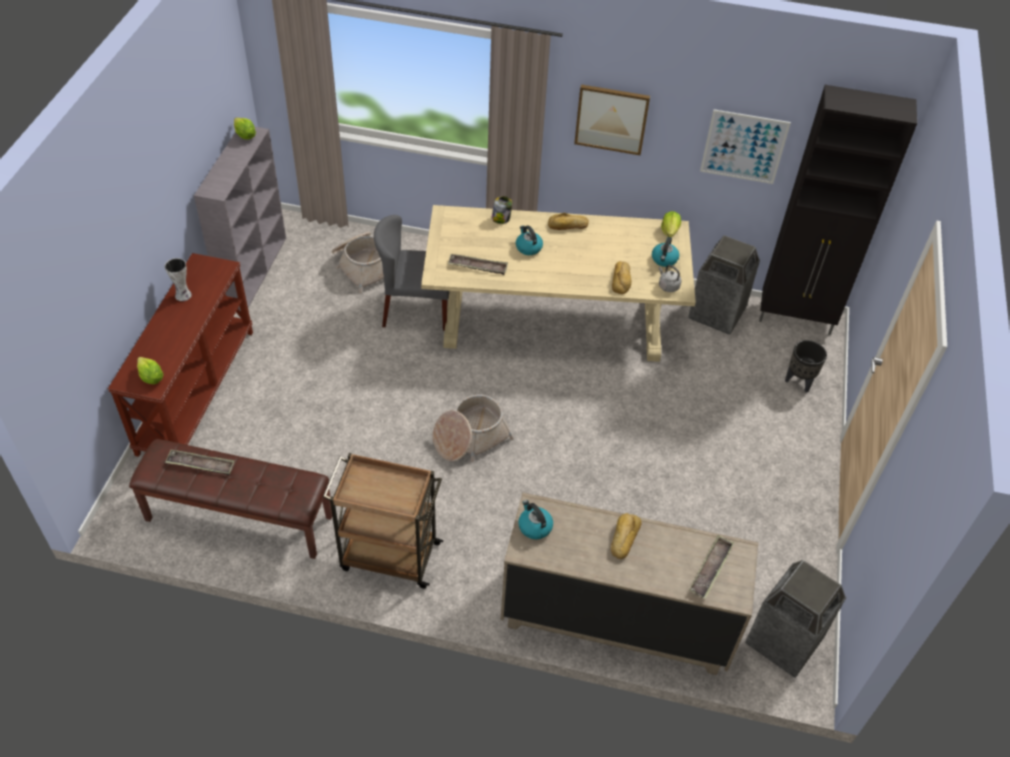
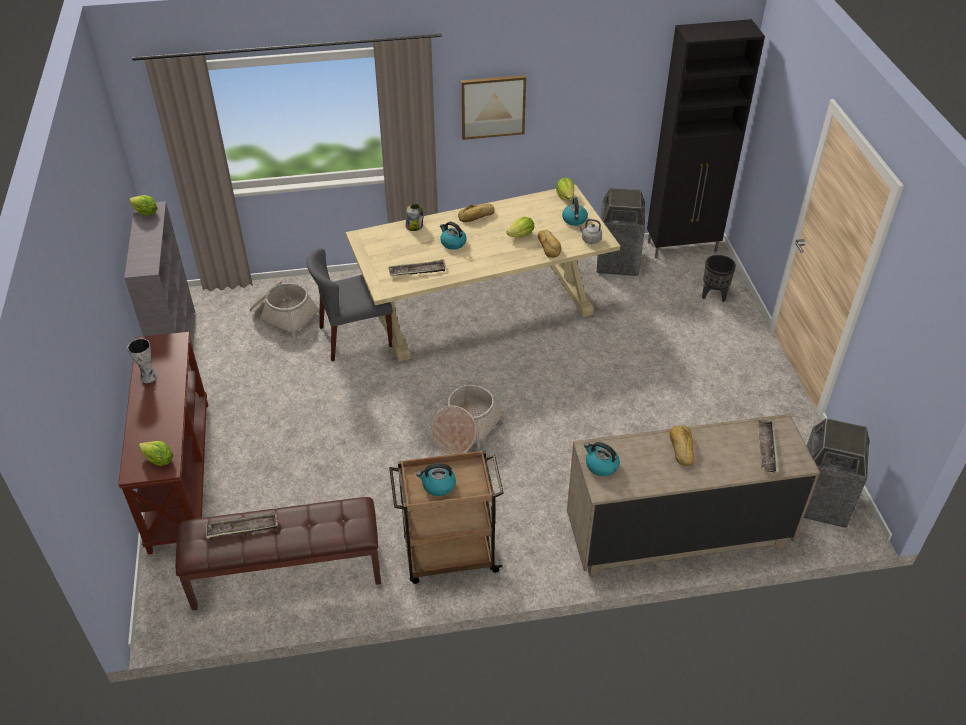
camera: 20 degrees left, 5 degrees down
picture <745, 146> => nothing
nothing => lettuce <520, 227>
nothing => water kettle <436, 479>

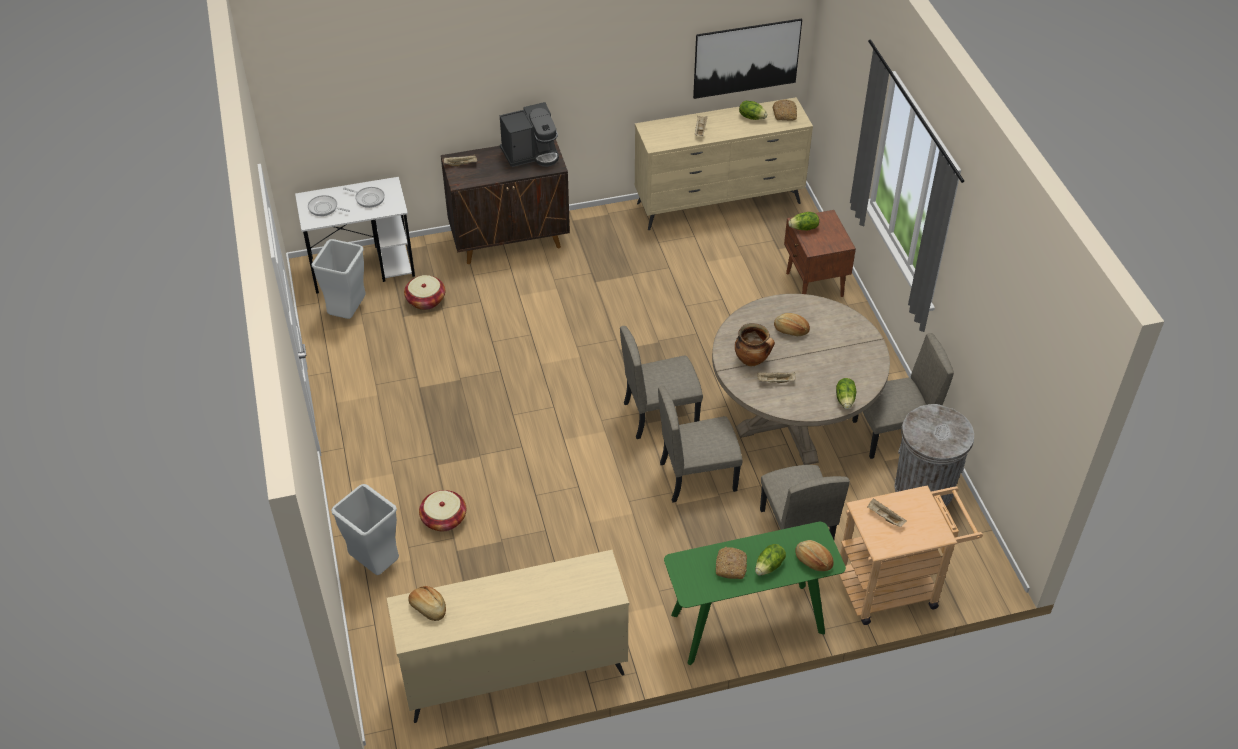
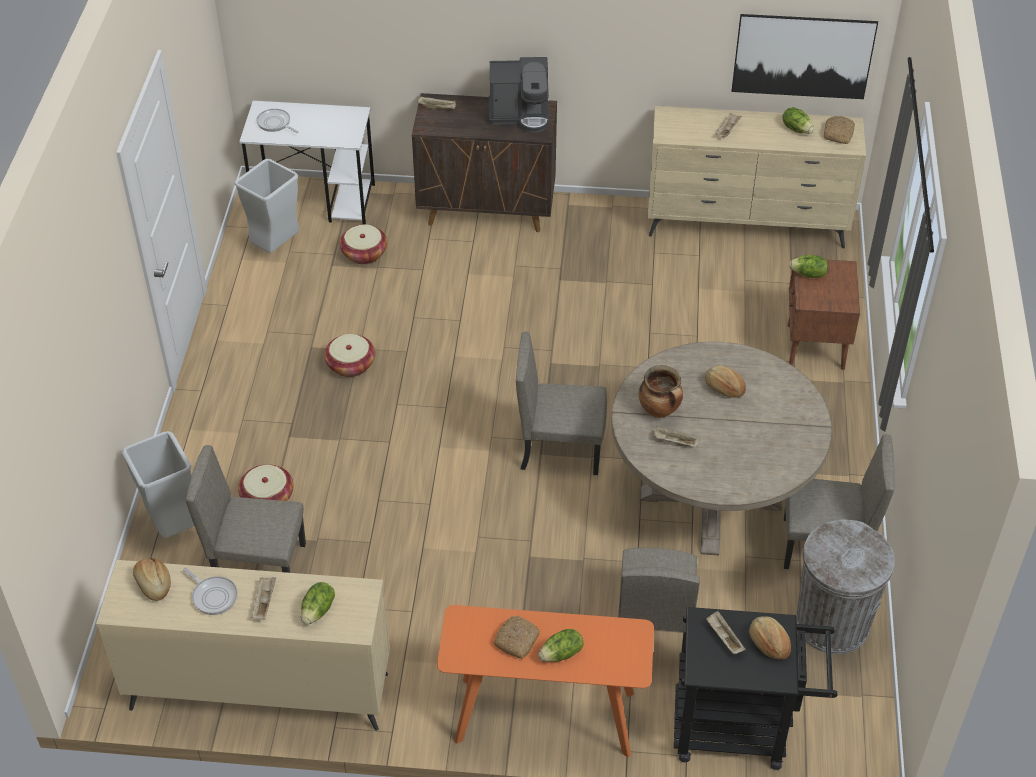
camera: 20 degrees right, 0 degrees up
frying pan <364, 197> => frying pan <210, 591>, moved
lettuce <846, 393> => lettuce <318, 603>, moved
beige chair <700, 444> => beige chair <246, 509>, moved
beige trolley <911, 555> => black trolley <755, 688>
greenish narrow table <755, 593> => orange-coloured narrow table <545, 681>
bread <814, 555> => bread <770, 638>, moved
nothing => household basket <349, 355>
nothing => beige carrying tray <263, 598>

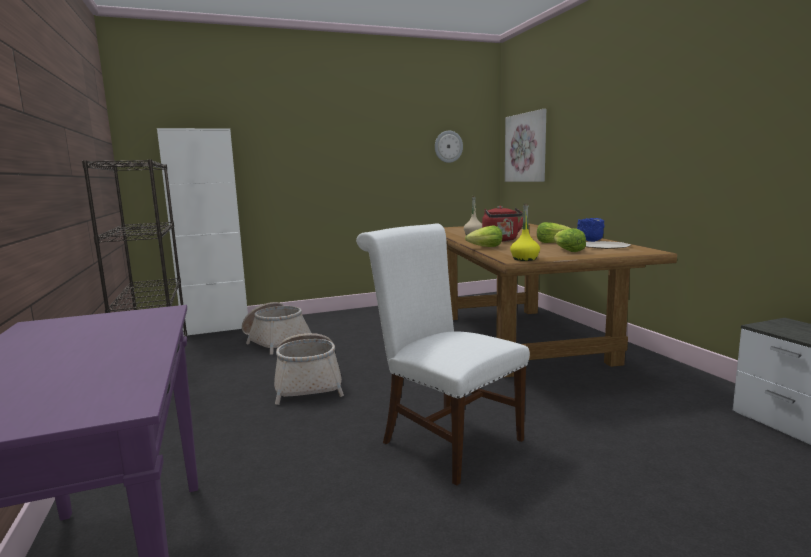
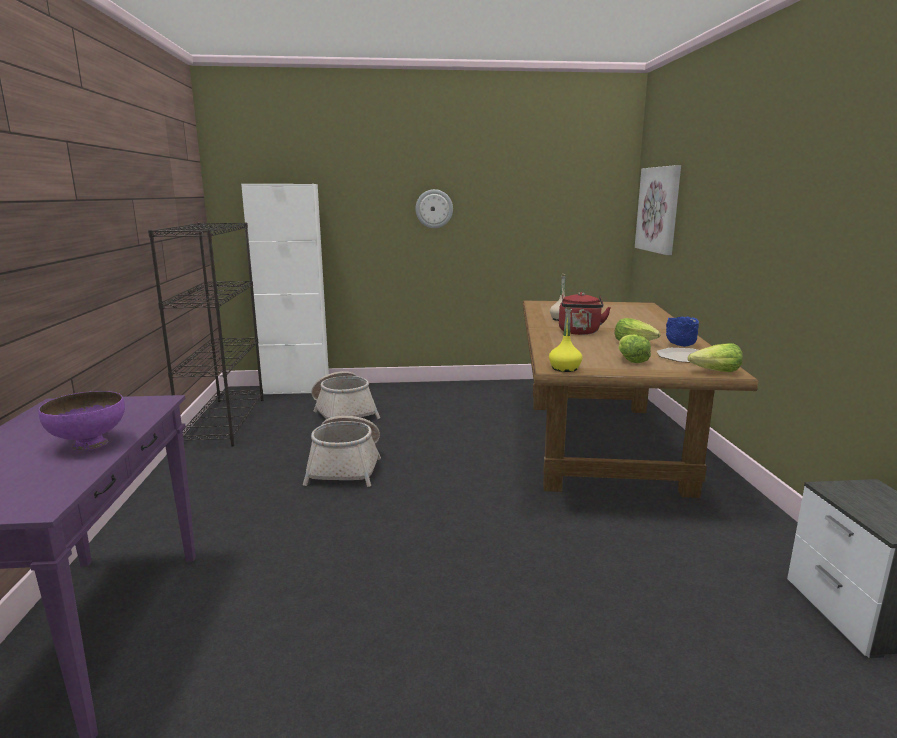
camera: 15 degrees right, 5 degrees up
wall clock <449, 147> => wall clock <434, 208>, moved
whitish chair <443, 354> => nothing
lettuce <483, 236> => lettuce <715, 357>, moved
nothing => purple deep dish <82, 421>

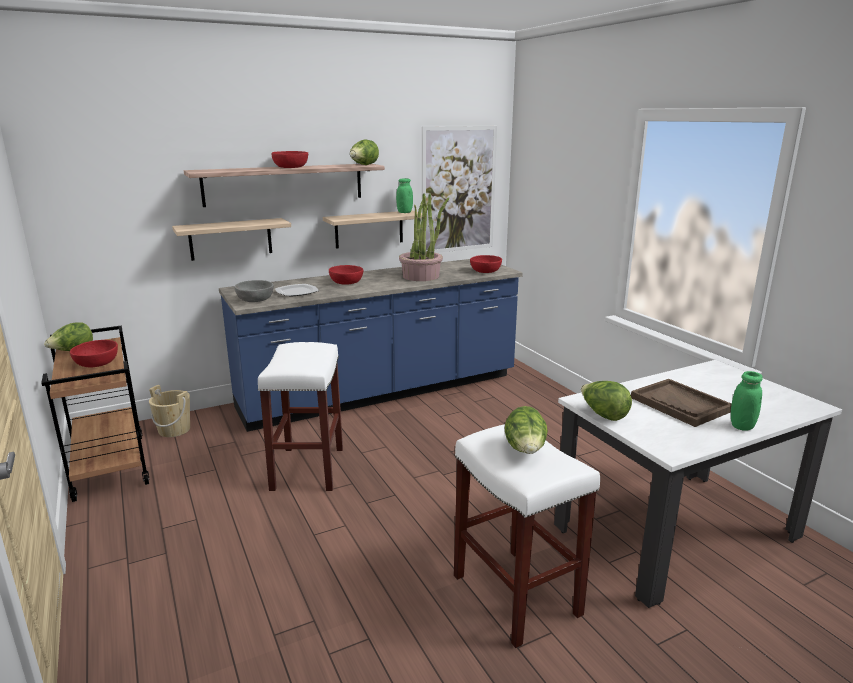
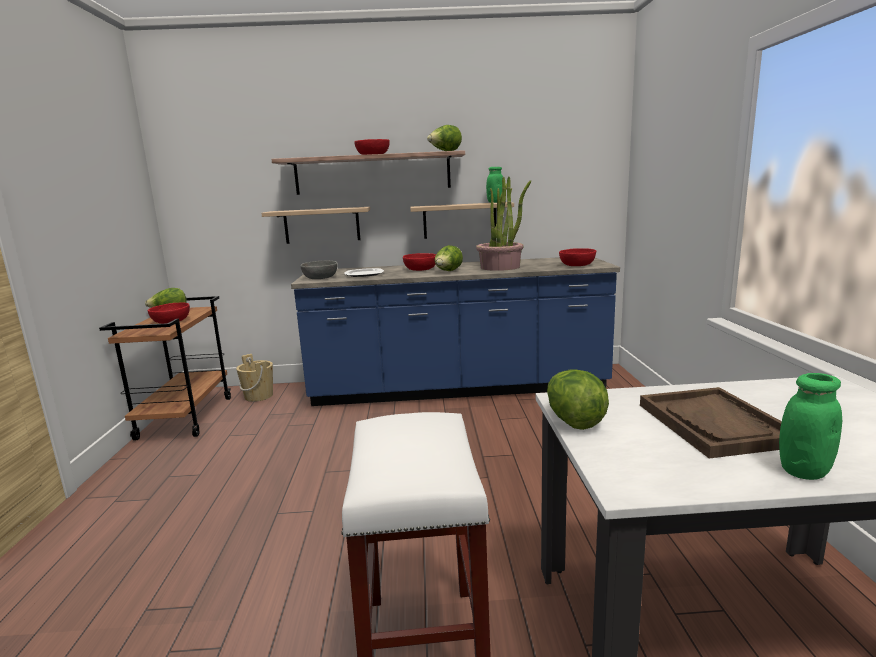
camera: 25 degrees right, 5 degrees down
picture <459, 189> => nothing
whitish stool <300, 416> => nothing
lettuce <526, 430> => lettuce <449, 258>, moved

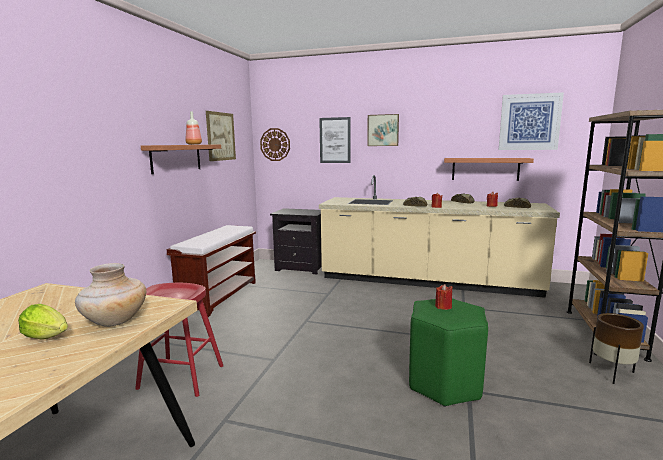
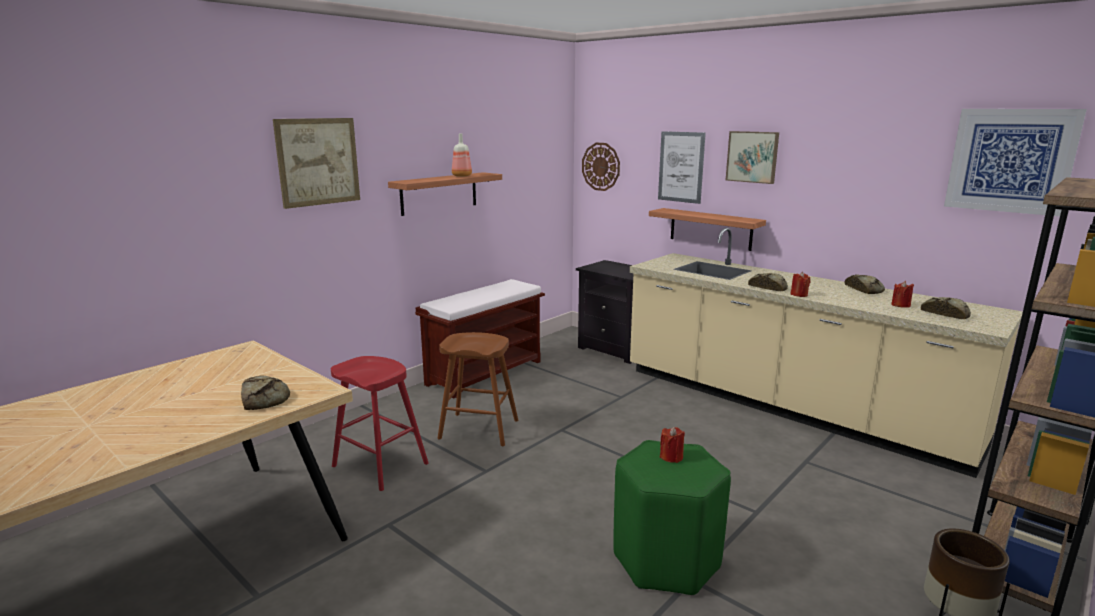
camera: 25 degrees right, 5 degrees up
picture <221, 136> => picture <316, 163>, moved
wall shelf <489, 169> => wall shelf <707, 229>, moved
beige decorative vase <110, 295> => bread <265, 393>
lettuce <43, 321> => nothing
nothing => brownish stool <477, 389>

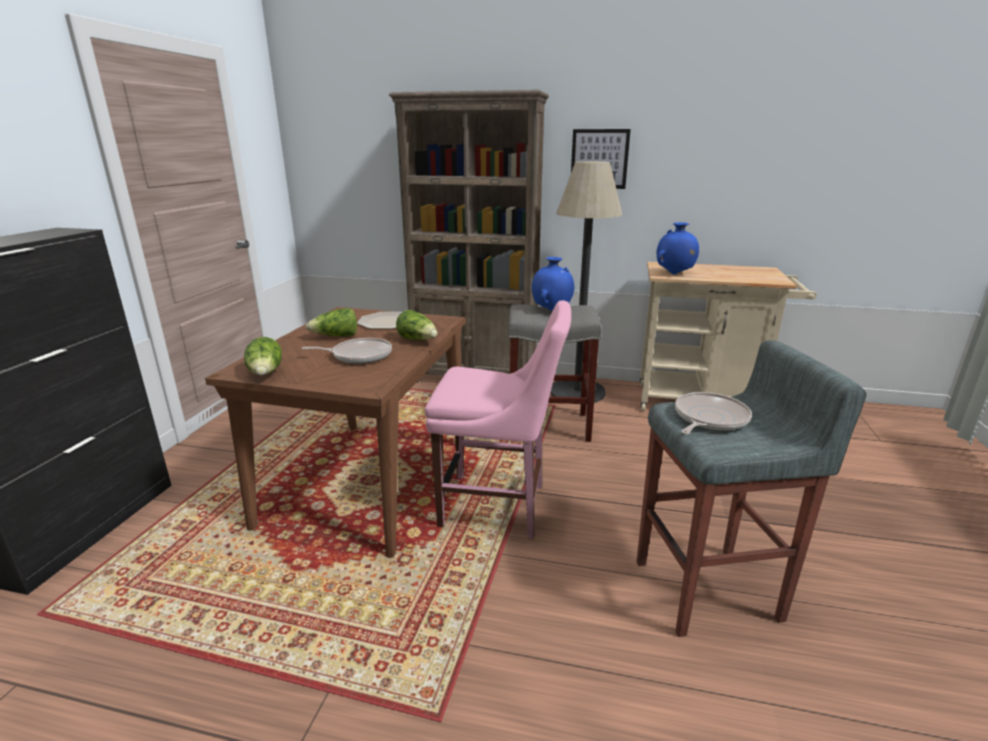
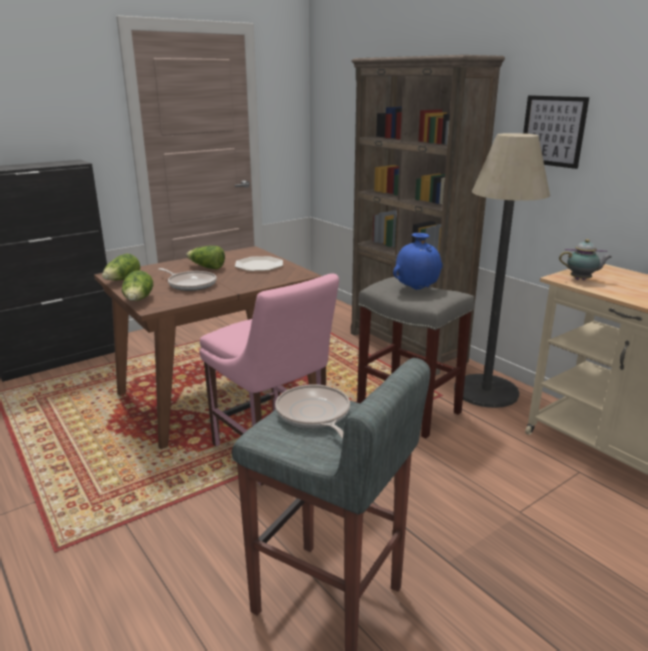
camera: 40 degrees right, 0 degrees up
blue-coloured decorative vase <677, 248> => tea pot <585, 259>
lettuce <416, 325> => lettuce <137, 285>, moved
frying pan <713, 413> => frying pan <312, 411>, 105 degrees counterclockwise

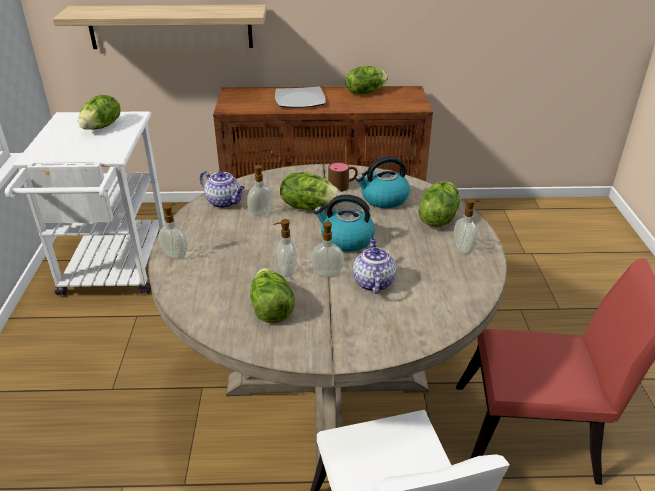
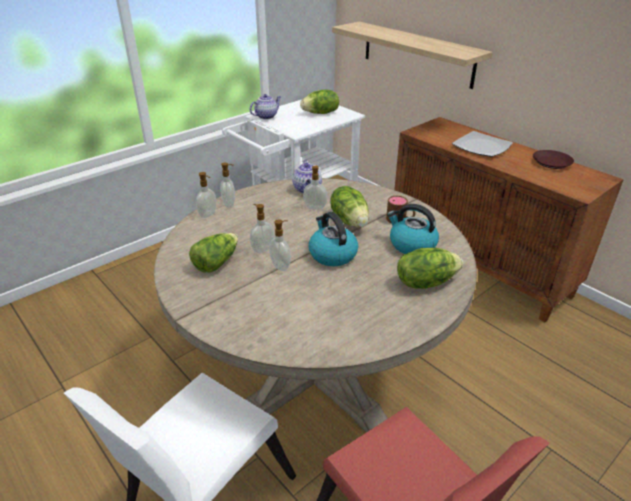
camera: 50 degrees right, 0 degrees up
lettuce <366, 80> => brownish plate <553, 159>
soap bottle <467, 226> => soap bottle <206, 195>, moved
tea pot <375, 266> => tea pot <265, 106>, moved

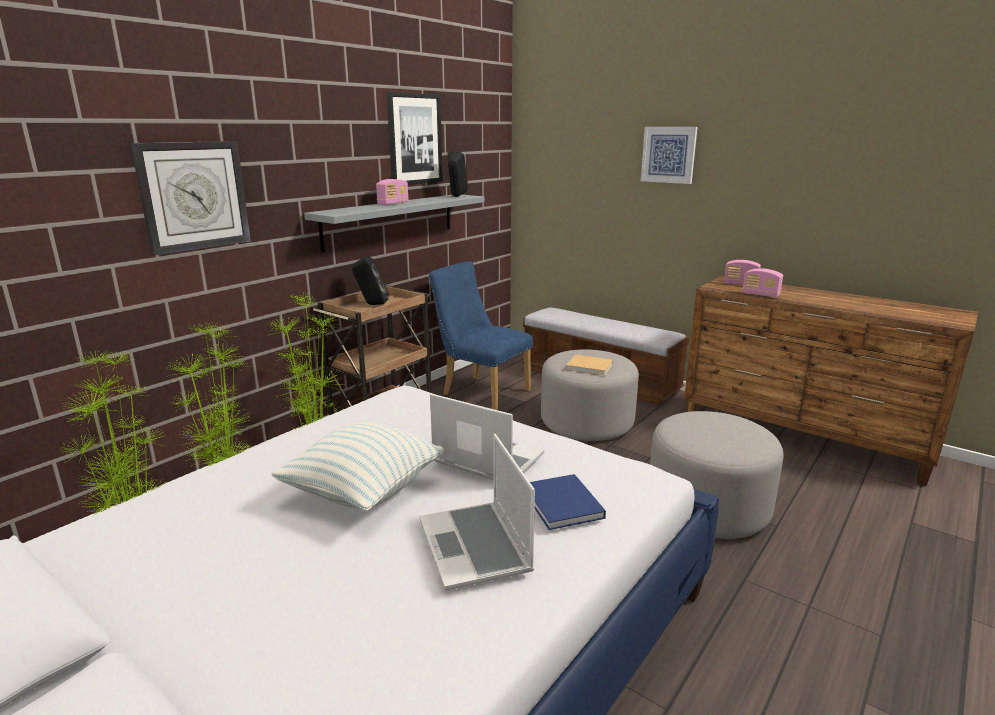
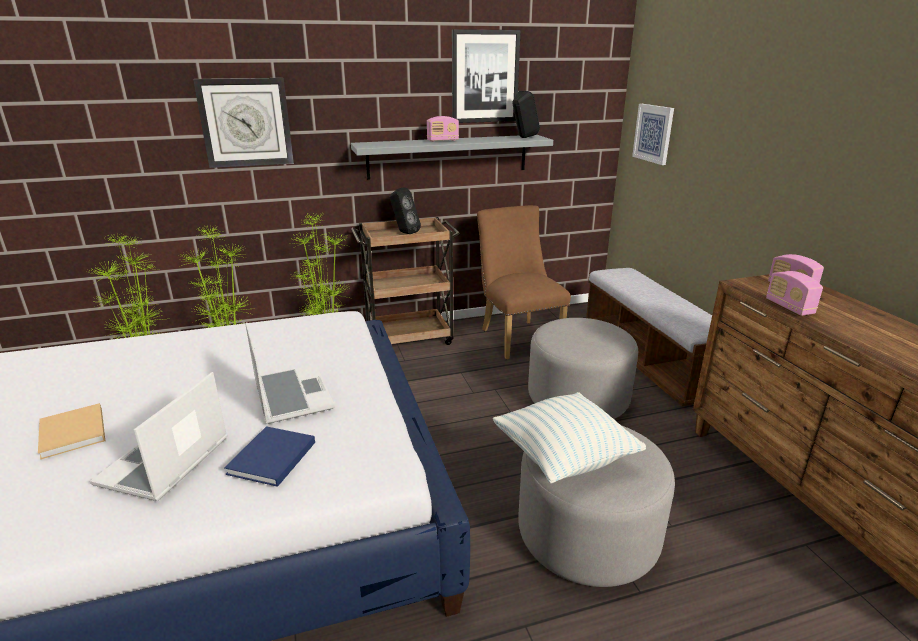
camera: 35 degrees right, 5 degrees up
picture <669, 155> => picture <653, 134>, moved
blue-coloured chair <481, 336> => brownish chair <524, 282>
beige bound book <589, 365> => beige bound book <71, 431>, moved
pillow <357, 467> => pillow <569, 438>, moved

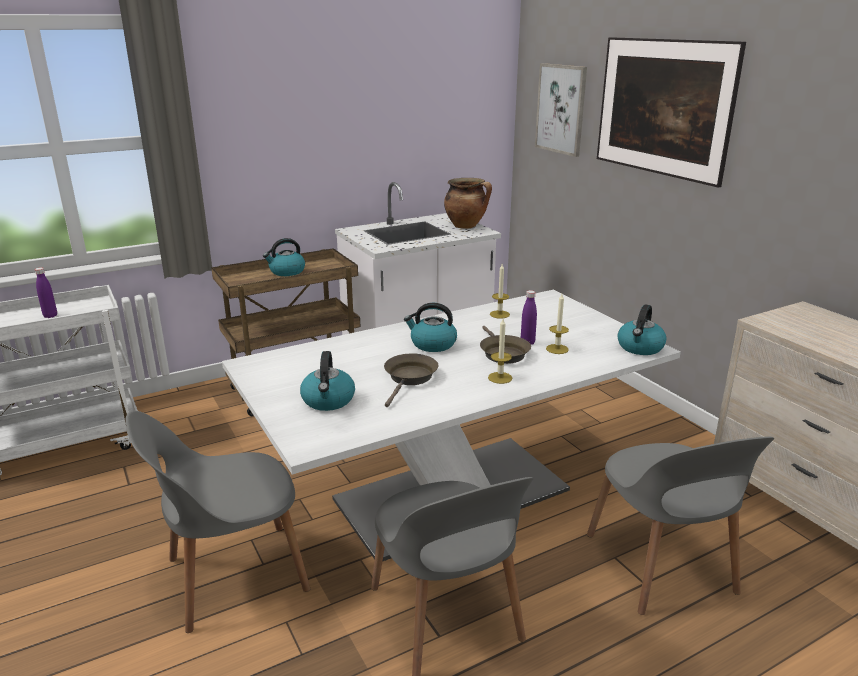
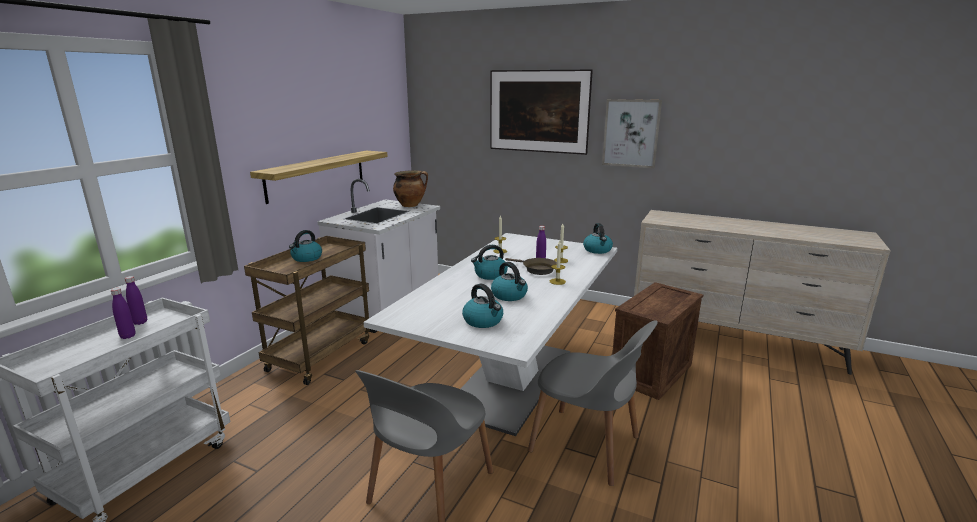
camera: 35 degrees left, 5 degrees down
picture <561, 110> => picture <632, 133>, moved
brownish frying pan <411, 380> => water kettle <509, 281>
grey chair <680, 526> => crate <657, 341>
nothing => wall shelf <319, 177>
nothing => purple drink bottle <136, 300>

